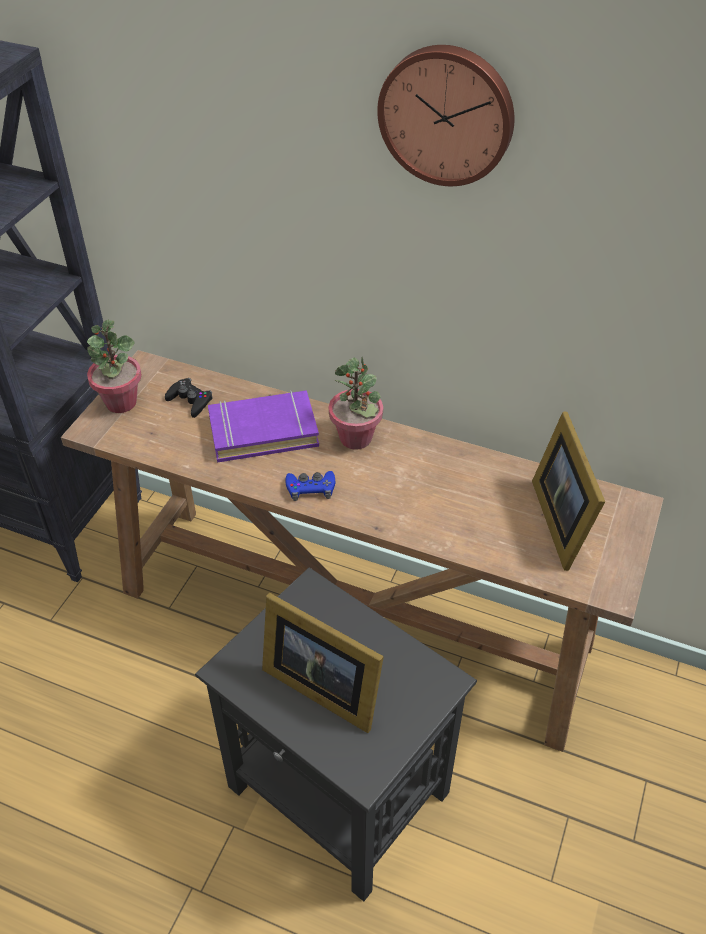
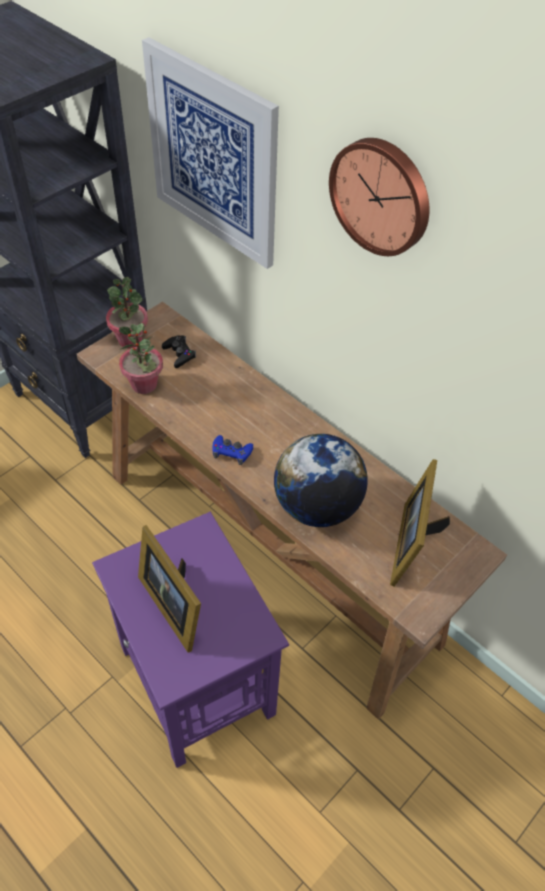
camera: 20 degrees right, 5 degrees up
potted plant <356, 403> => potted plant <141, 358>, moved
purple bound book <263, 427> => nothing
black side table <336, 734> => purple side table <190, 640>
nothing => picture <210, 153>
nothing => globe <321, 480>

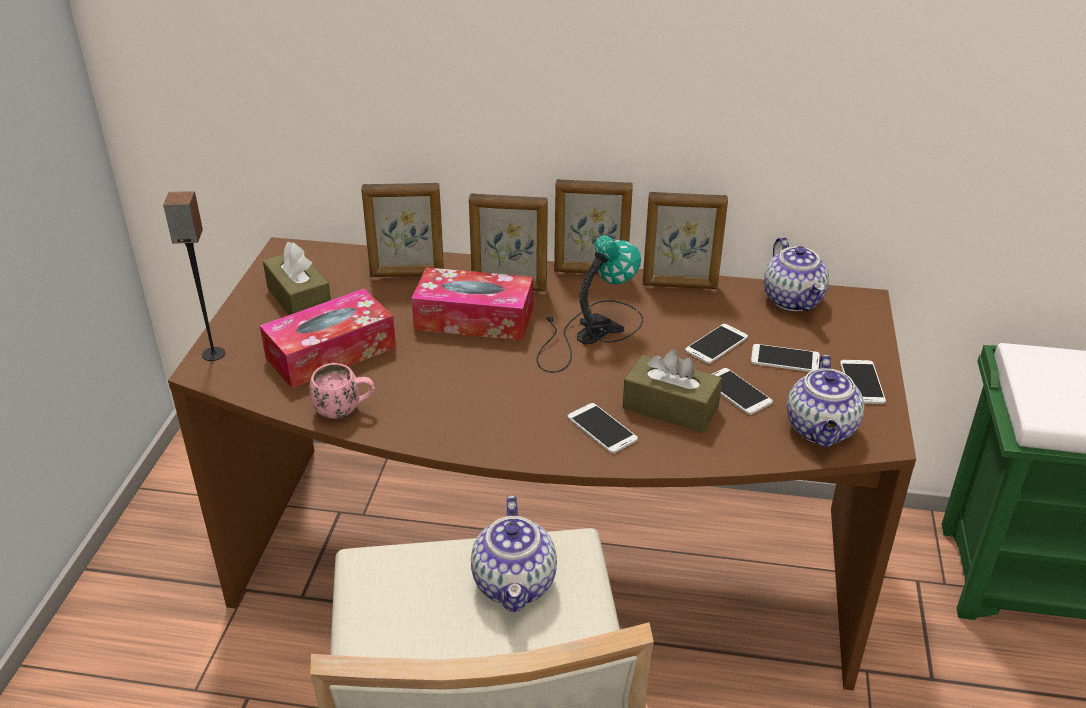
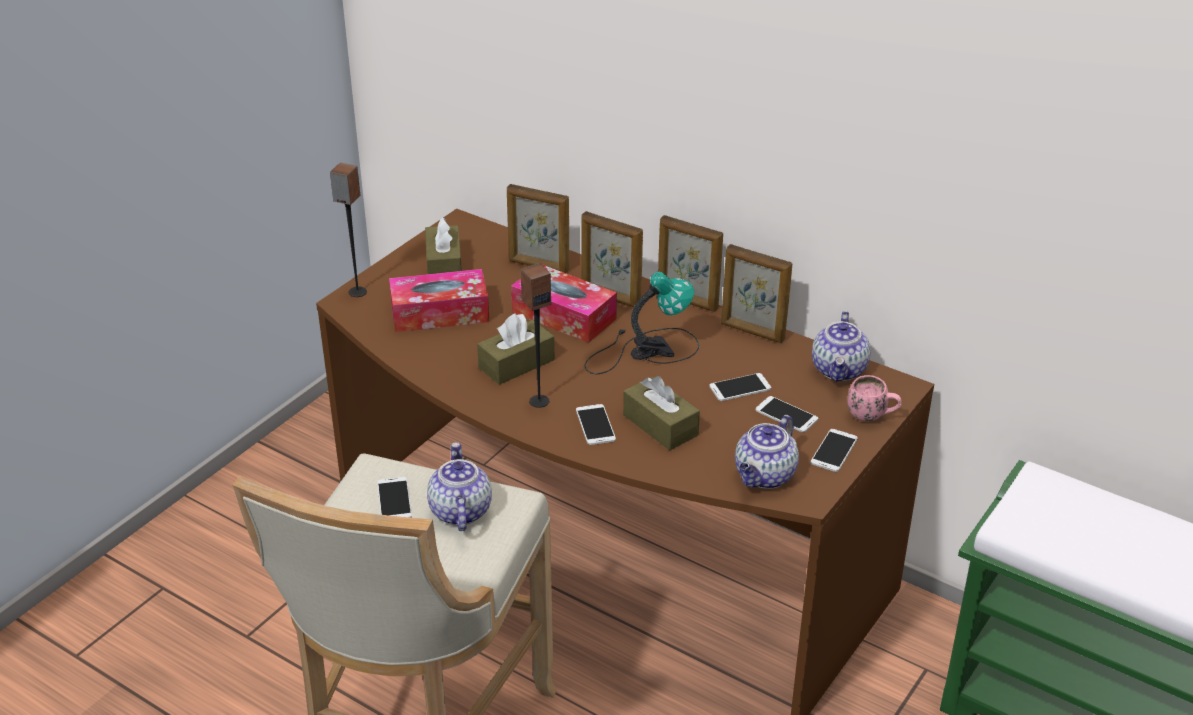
camera: 25 degrees right, 0 degrees up
pink-coloured mug <342, 391> => pink-coloured mug <874, 398>, moved
phone <742, 391> => phone <394, 497>, moved
tea pot <514, 554> => tea pot <459, 486>, 150 degrees clockwise
nothing => audio speaker <536, 335>
nothing => brownish box of tissues <516, 349>

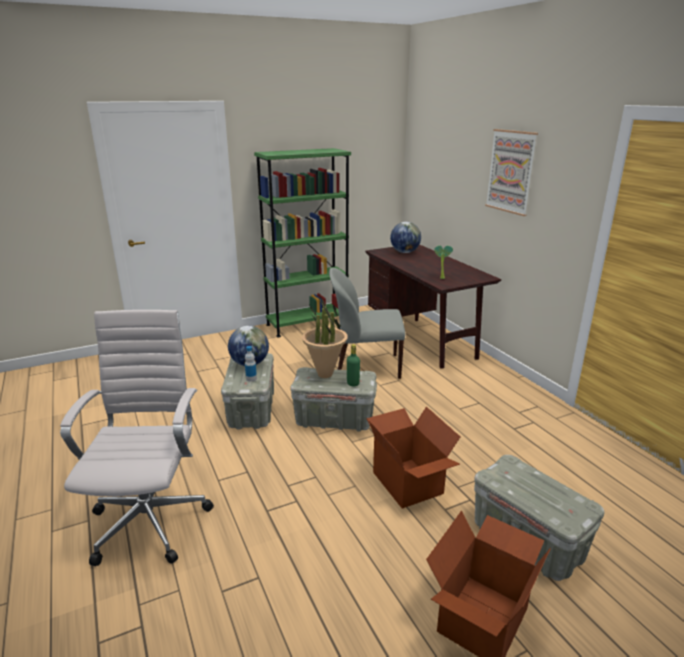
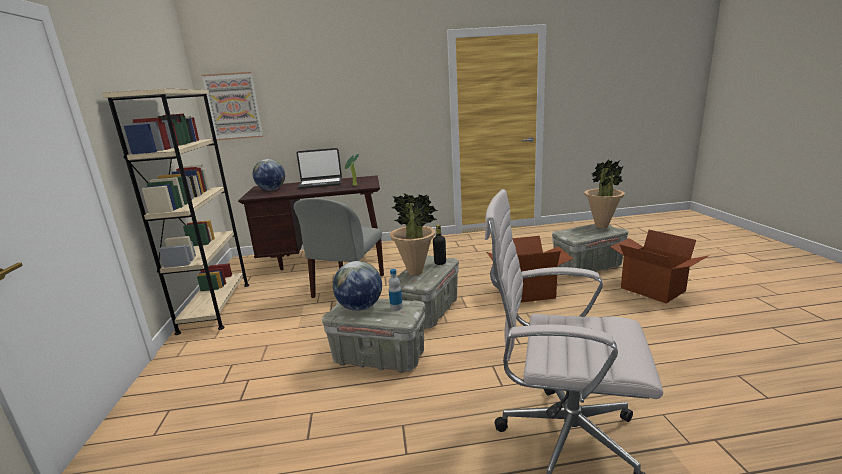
camera: 70 degrees left, 5 degrees down
picture <511, 172> => picture <232, 106>, moved
greenish bookshelf <302, 243> => beige bookshelf <175, 212>
greenish drink bottle <353, 365> => black drink bottle <439, 245>
nothing => laptop <319, 168>
nothing => potted plant <604, 194>

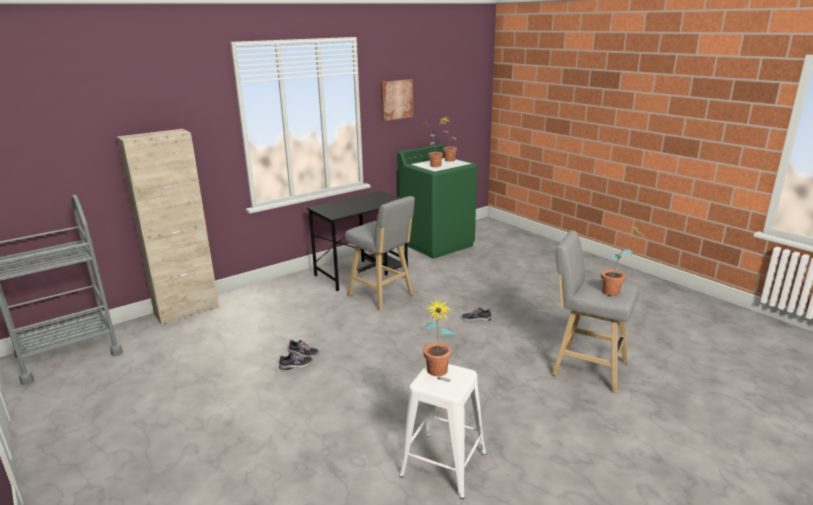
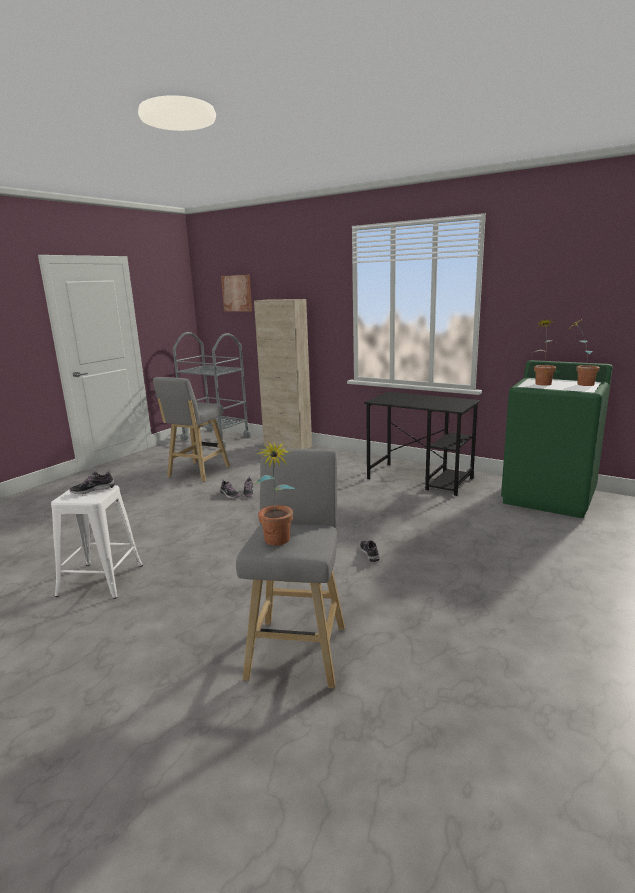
camera: 70 degrees right, 5 degrees down
picture <397, 100> => picture <236, 293>, moved
grey stool <380, 253> => grey stool <191, 429>, moved
potted plant <438, 337> => item of footwear <92, 482>

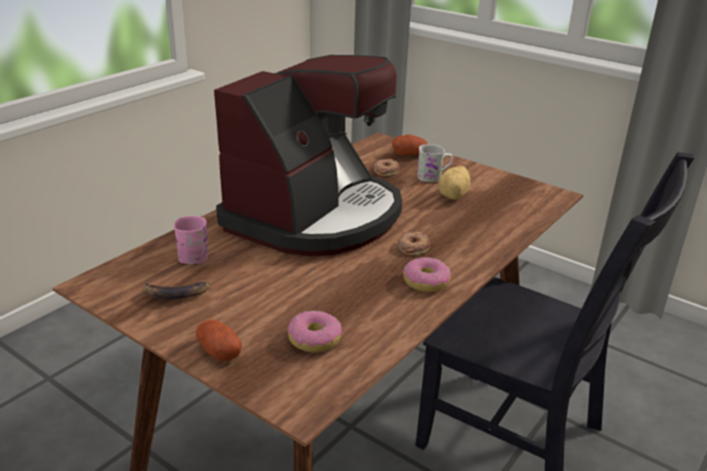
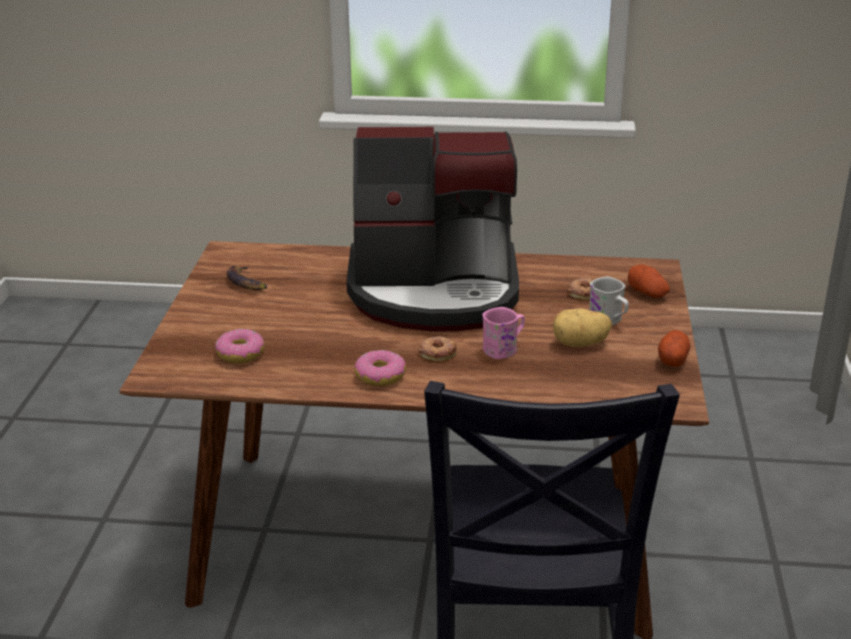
camera: 60 degrees right, 0 degrees up
pink-coloured mug <191, 240> => pink-coloured mug <503, 333>, moved
whole potato <219, 340> => whole potato <674, 348>, moved

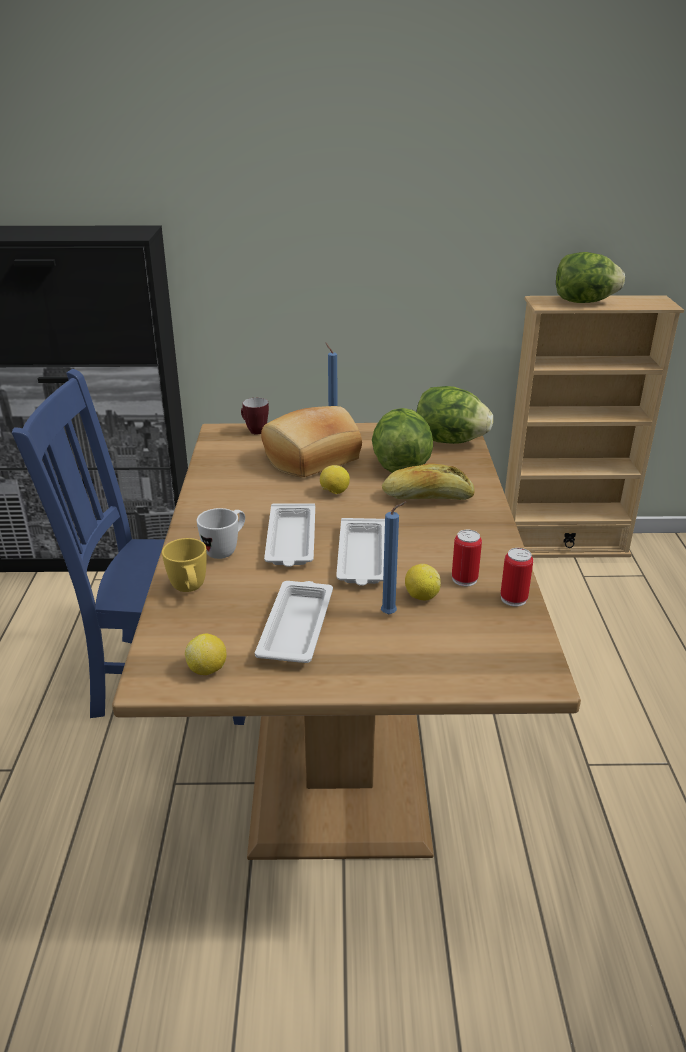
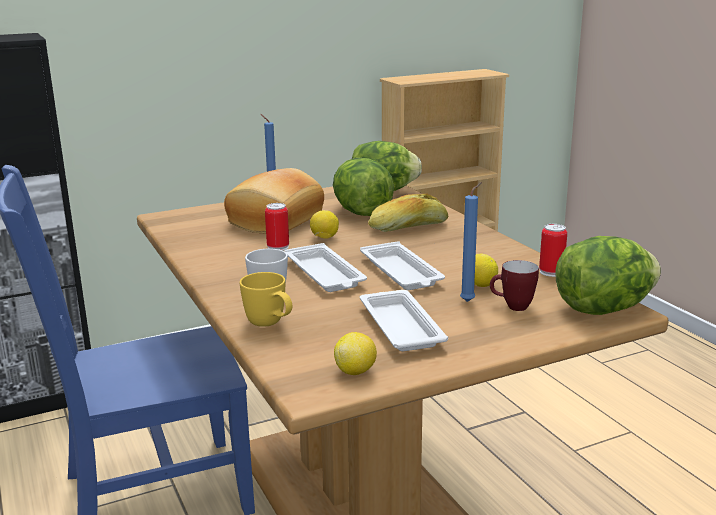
camera: 25 degrees left, 10 degrees down
lettuce <590, 277> => lettuce <608, 275>, moved
mug <255, 416> => mug <514, 285>, moved
metal can <467, 558> => metal can <277, 227>, moved

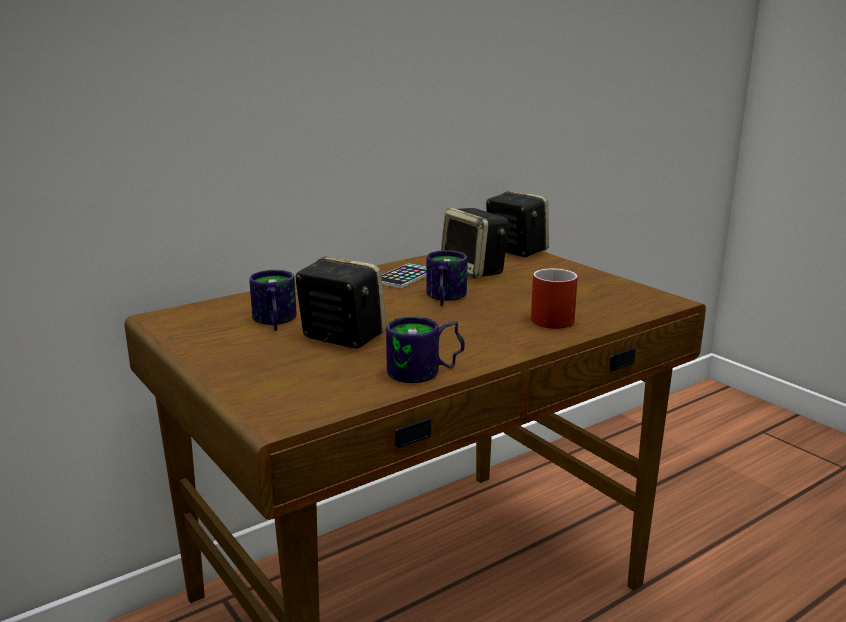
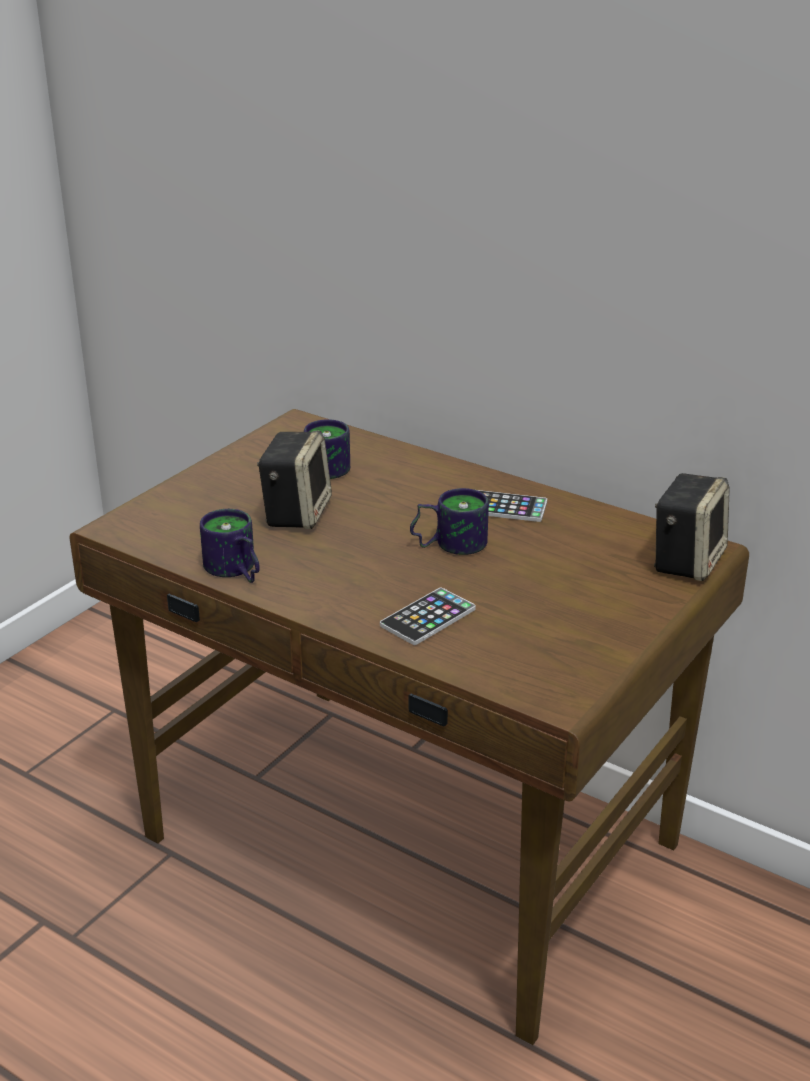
camera: 70 degrees right, 10 degrees up
audio speaker <475, 243> => nothing
reddish mug <554, 298> => phone <428, 616>

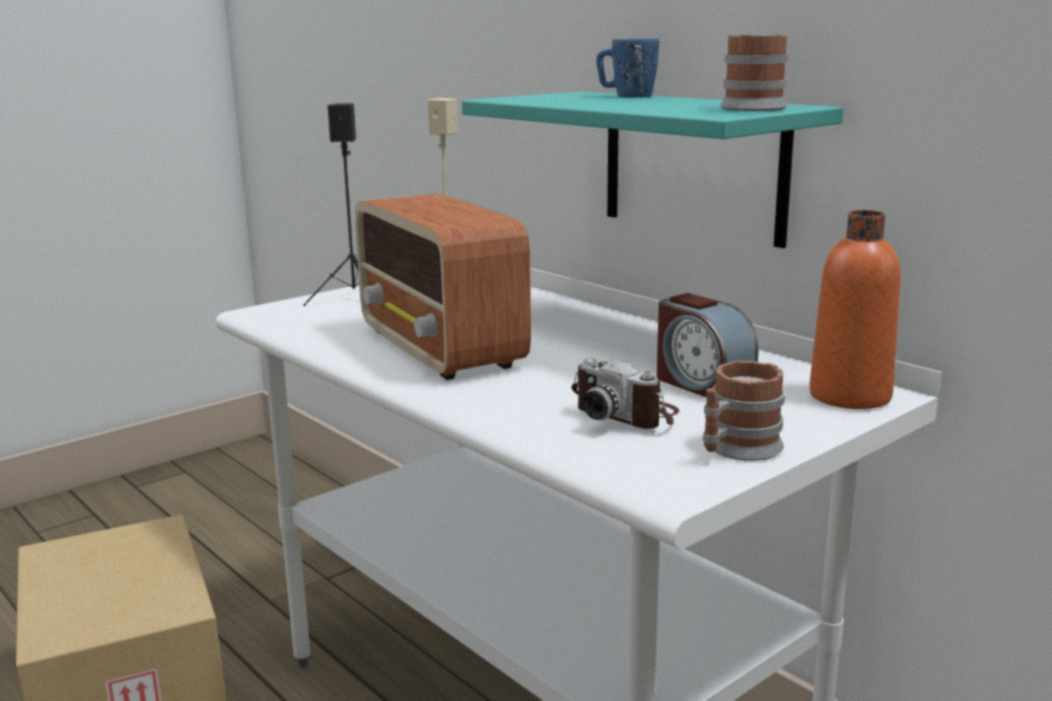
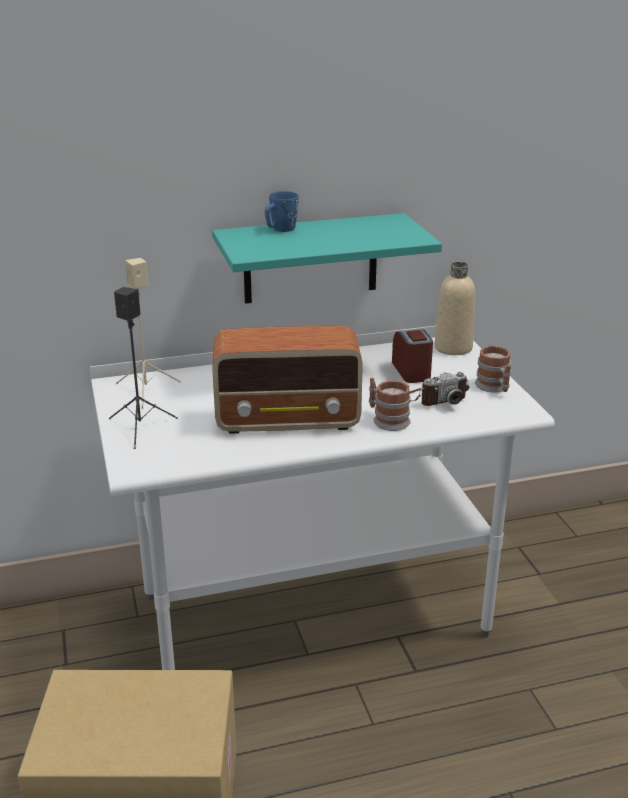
camera: 65 degrees left, 10 degrees up
mug <754, 73> => mug <390, 404>, moved
orange-coloured drink bottle <855, 309> => beige drink bottle <454, 308>
table clock <707, 345> => table clock <412, 356>, 90 degrees counterclockwise

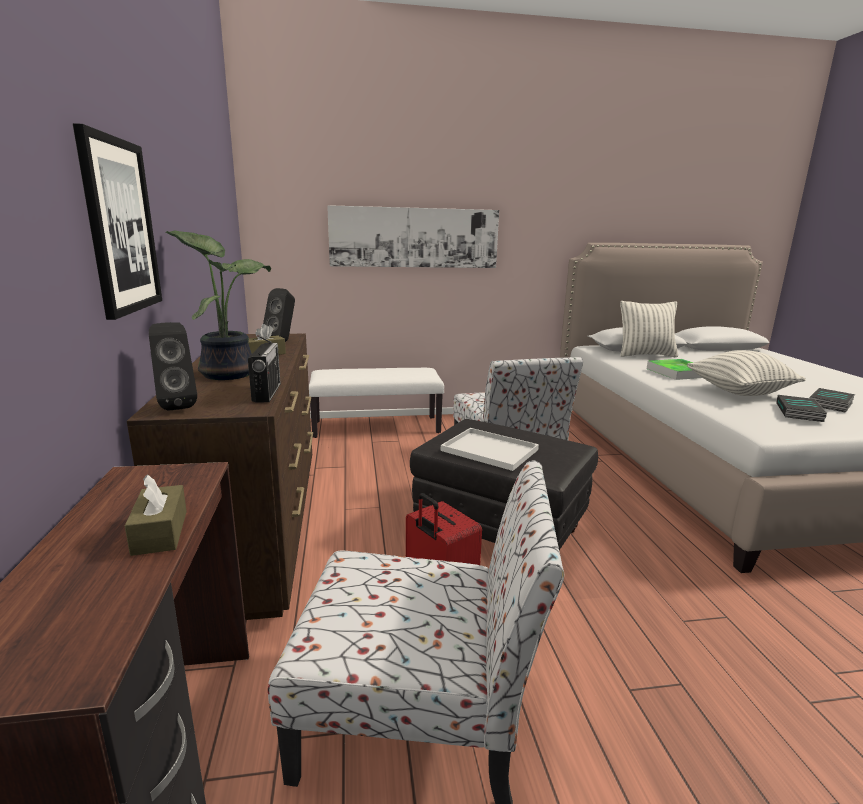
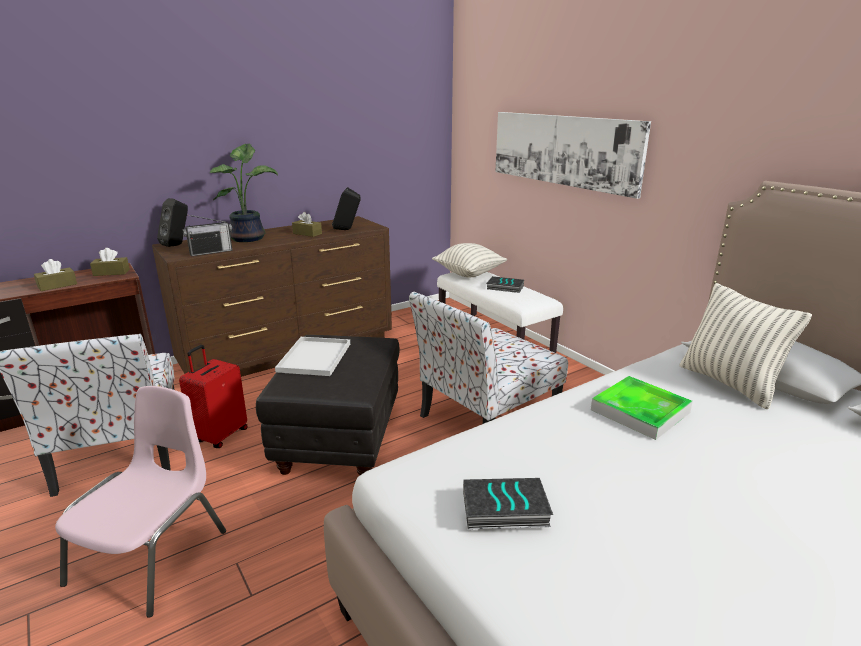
camera: 65 degrees right, 5 degrees up
picture <117, 221> => nothing
pillow <746, 373> => pillow <469, 260>, moved
bound book <832, 400> => bound book <505, 284>, moved
nothing => brownish box of tissues <110, 262>
nothing => pink-coloured chair <140, 502>

